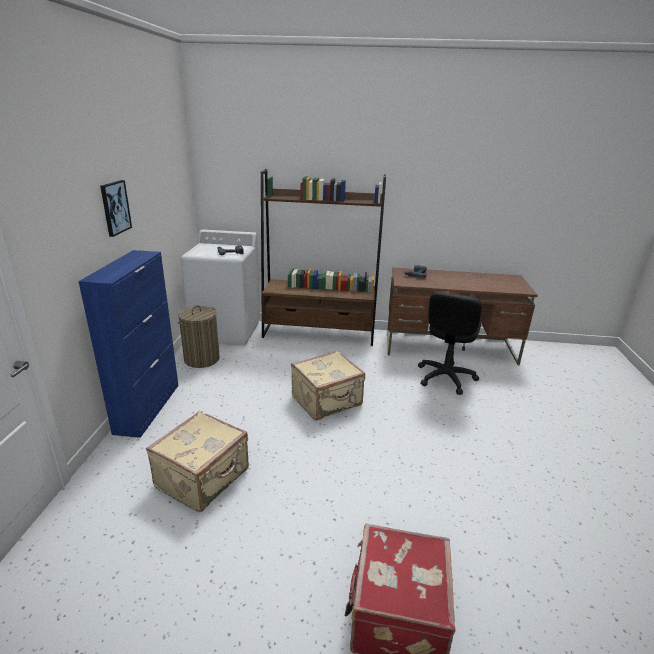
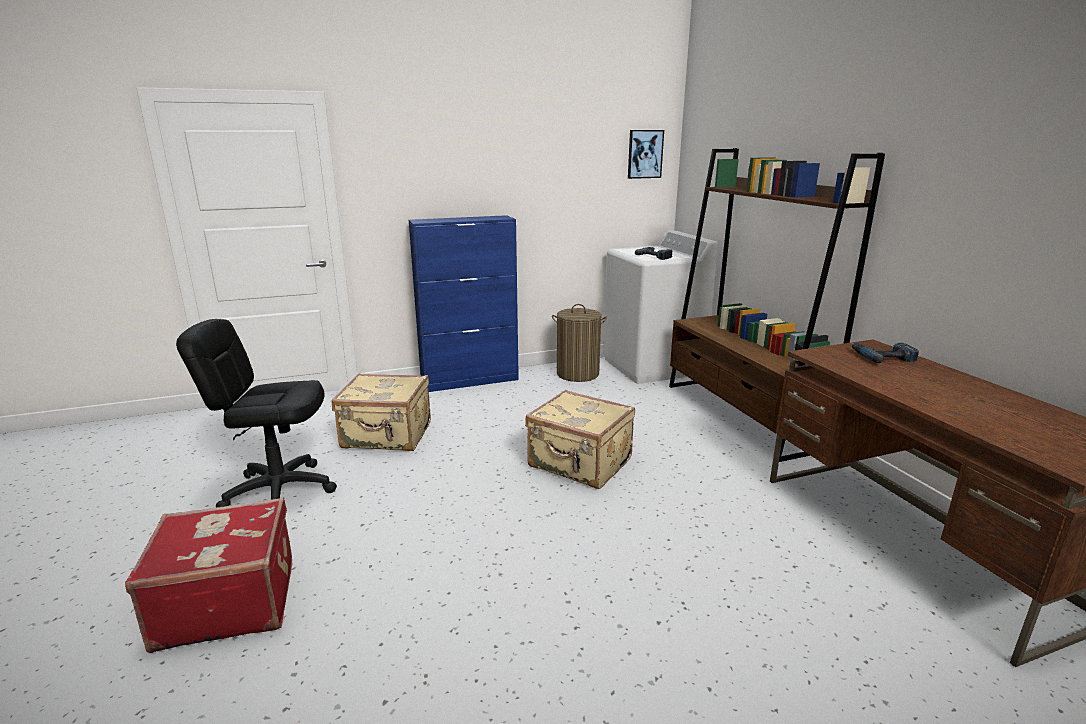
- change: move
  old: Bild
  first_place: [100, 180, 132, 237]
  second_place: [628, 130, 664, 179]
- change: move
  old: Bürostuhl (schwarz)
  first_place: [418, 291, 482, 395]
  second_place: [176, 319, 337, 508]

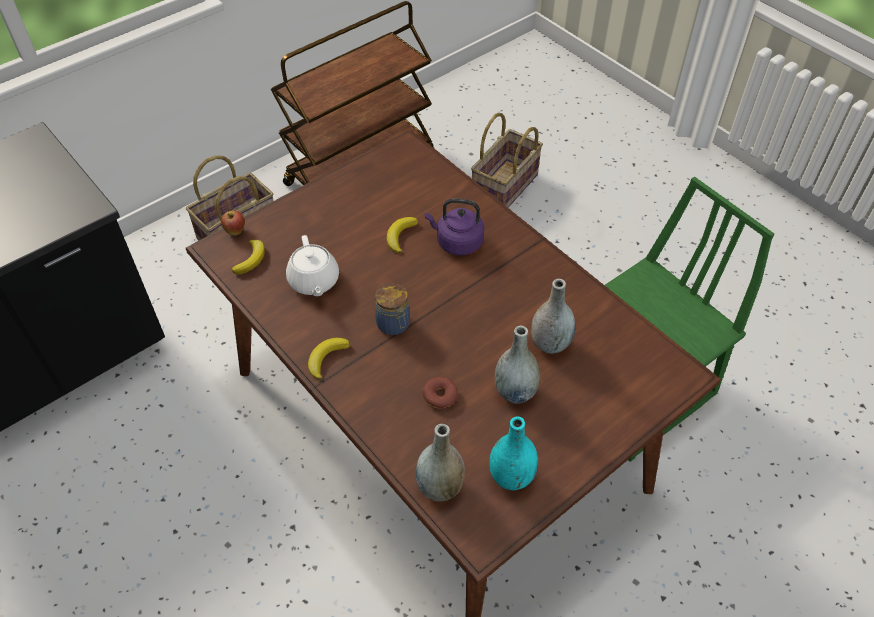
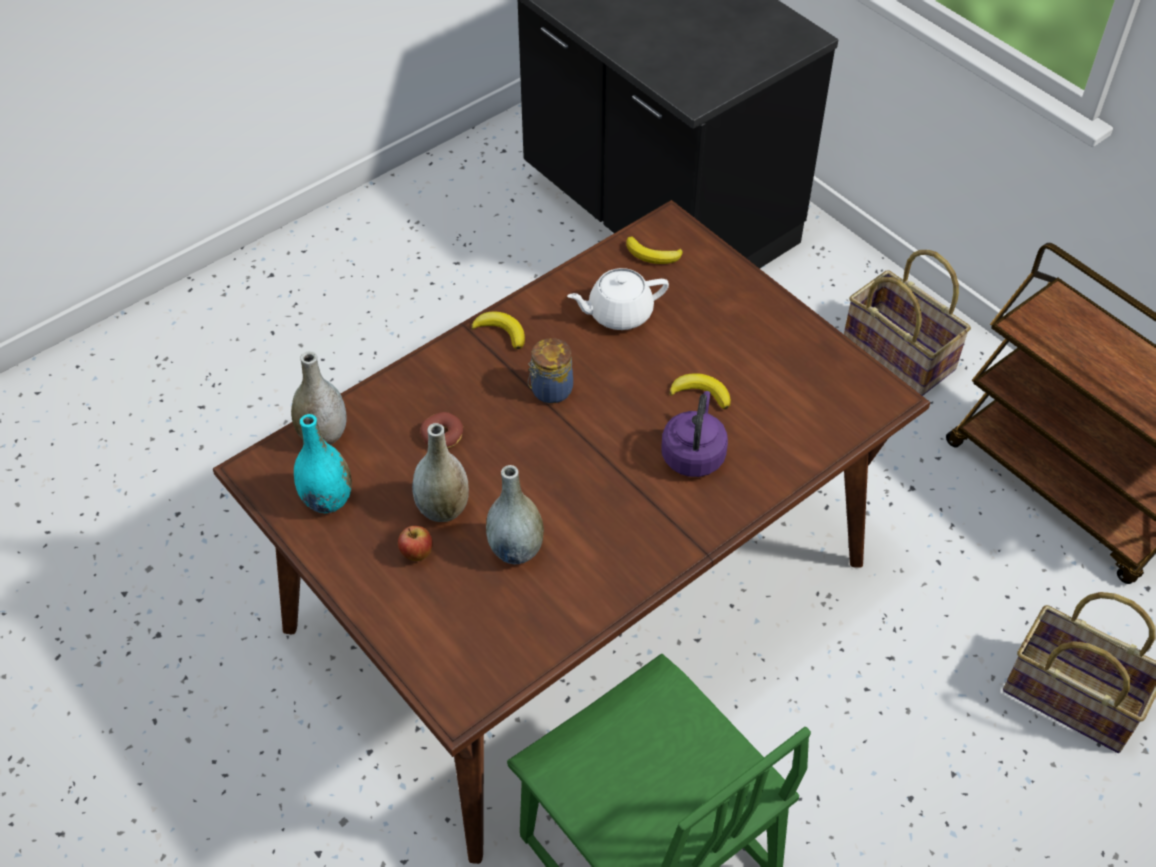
- change: move
  old: Apfel
  first_place: [221, 210, 245, 236]
  second_place: [398, 526, 433, 561]

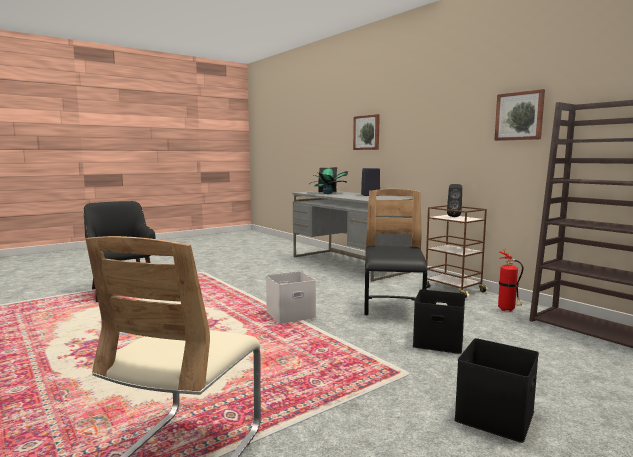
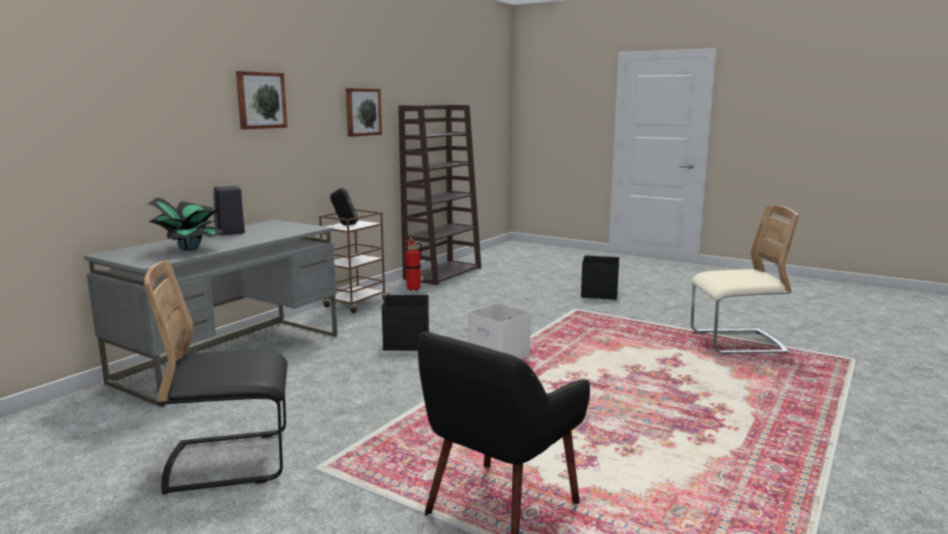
- change: move
  old: Bild
  first_place: [353, 114, 380, 150]
  second_place: [236, 71, 288, 129]
- change: move
  old: Stuhl (schwarz)
  first_place: [364, 189, 427, 315]
  second_place: [144, 260, 288, 495]
- change: move
  old: Aufbewahrungsbox (schwarz)
  first_place: [413, 289, 465, 354]
  second_place: [381, 295, 429, 351]

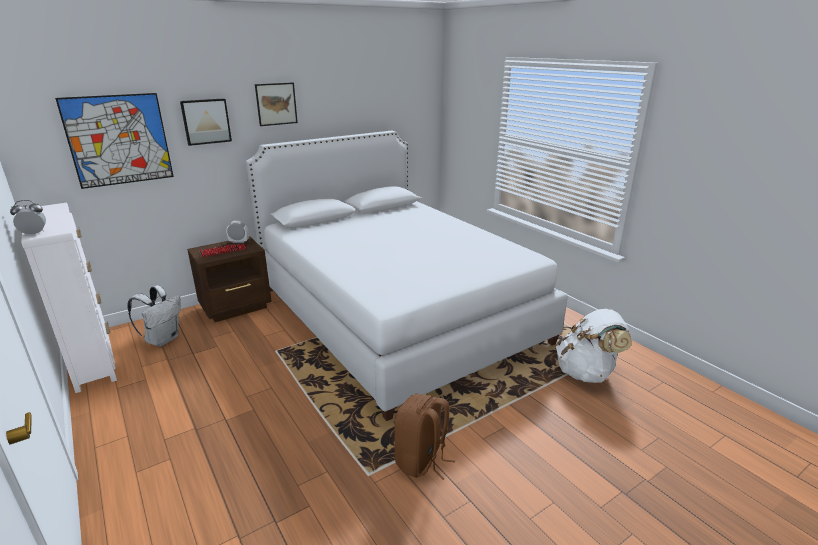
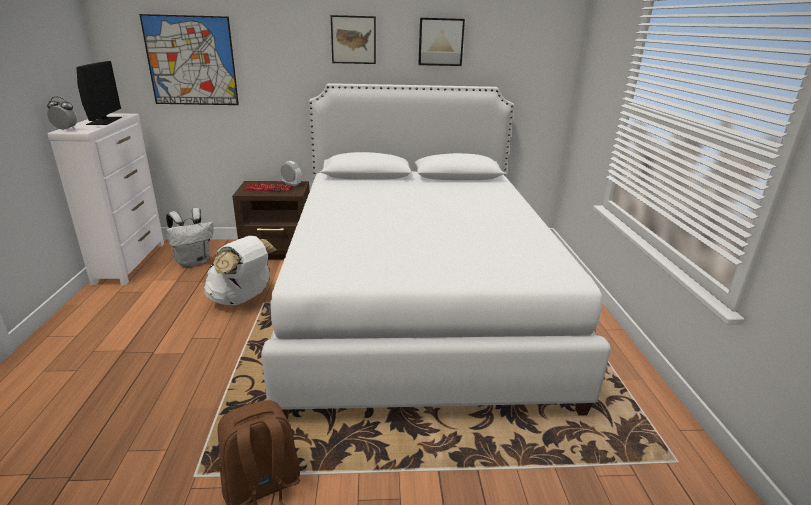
- change: move
  old: Bild
  first_place: [180, 98, 232, 146]
  second_place: [418, 18, 465, 66]
- change: move
  old: Rucksack (weiß)
  first_place: [556, 309, 632, 383]
  second_place: [204, 236, 276, 305]
- change: insert
  new: Monitor
  second_place: [76, 61, 122, 125]

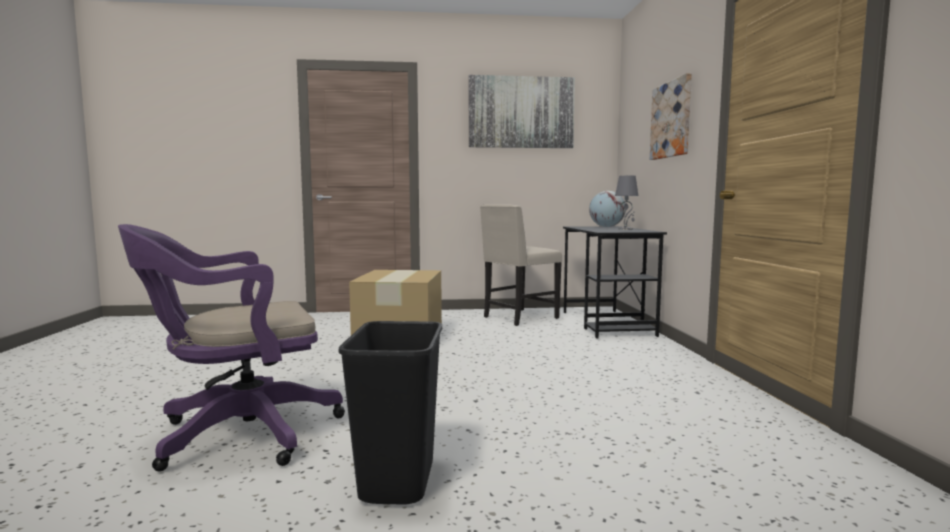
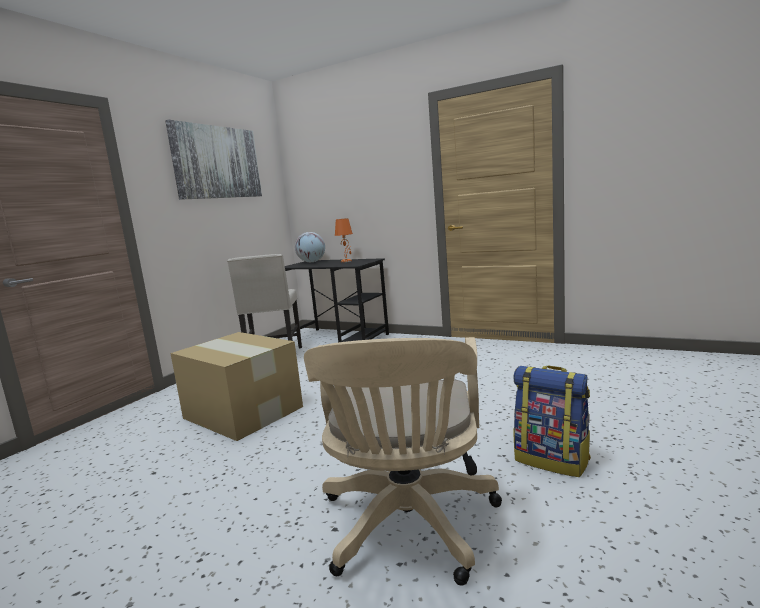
- change: delete
  old: Bild
  first_place: [650, 73, 692, 160]
- change: recolor
  old: Tischlampe (grau)
  new: Tischlampe (orange)
  first_place: [615, 176, 638, 230]
  second_place: [335, 218, 353, 262]
- change: recolor
  old: Bürostuhl (lila)
  new: Bürostuhl (beige)
  first_place: [118, 224, 345, 471]
  second_place: [304, 337, 502, 586]
- change: replace
  old: Mülleimer (schwarz)
  new: Rucksack
  first_place: [339, 321, 442, 505]
  second_place: [513, 366, 591, 477]

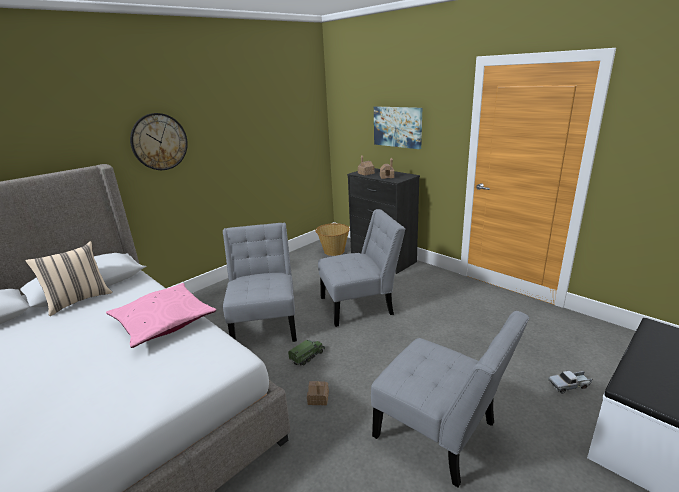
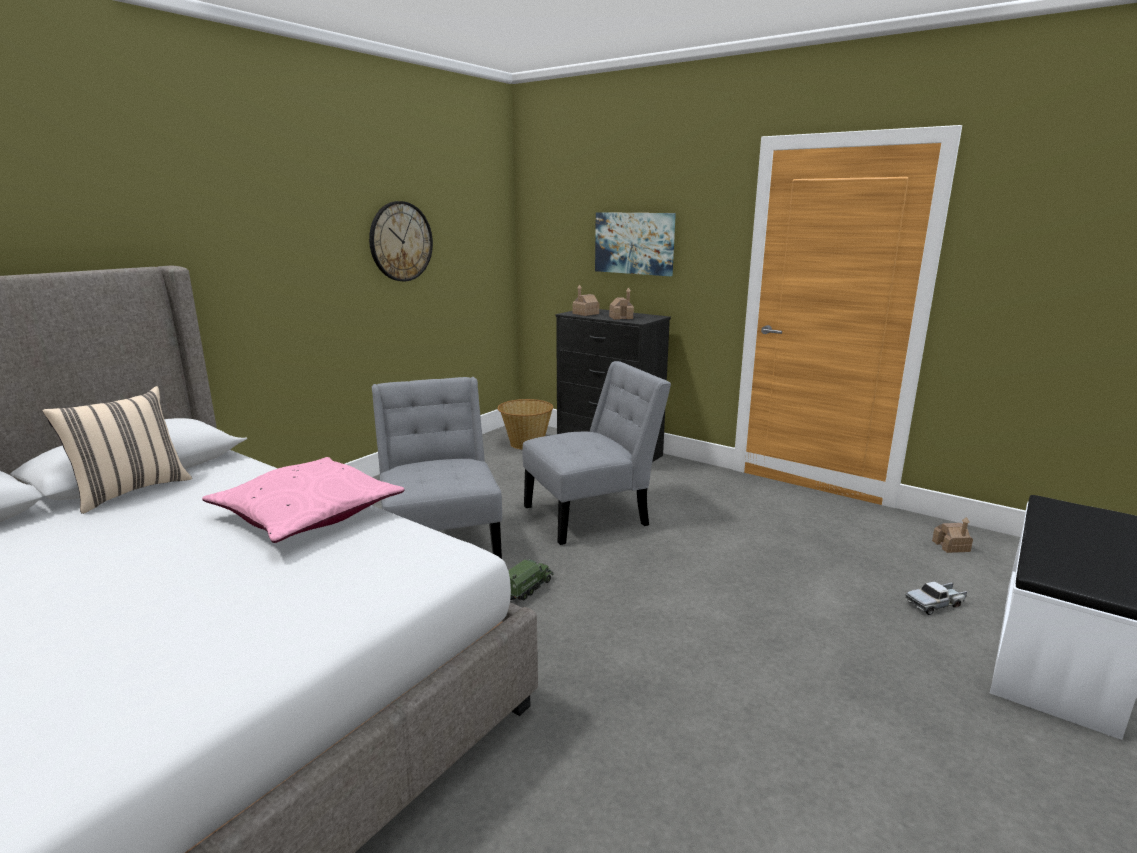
- change: move
  old: Wanduhr
  first_place: [130, 113, 188, 170]
  second_place: [369, 201, 433, 281]
- change: delete
  old: Stuhl (grau)
  first_place: [371, 311, 529, 488]
- change: move
  old: Spielzeughaus
  first_place: [307, 381, 329, 405]
  second_place: [932, 517, 973, 553]

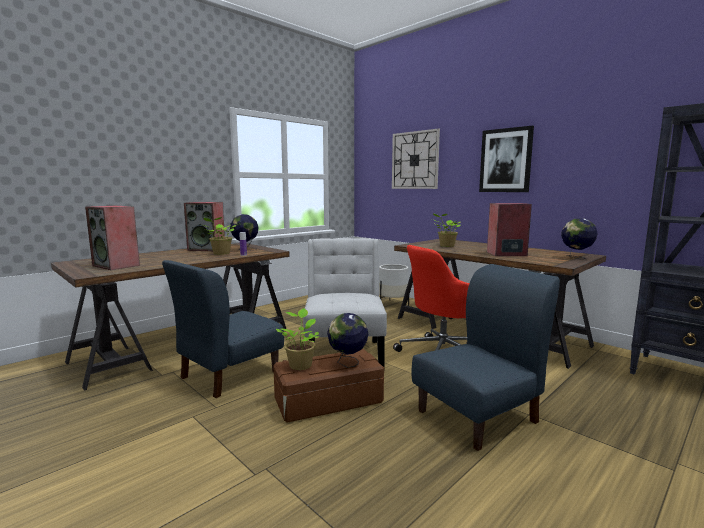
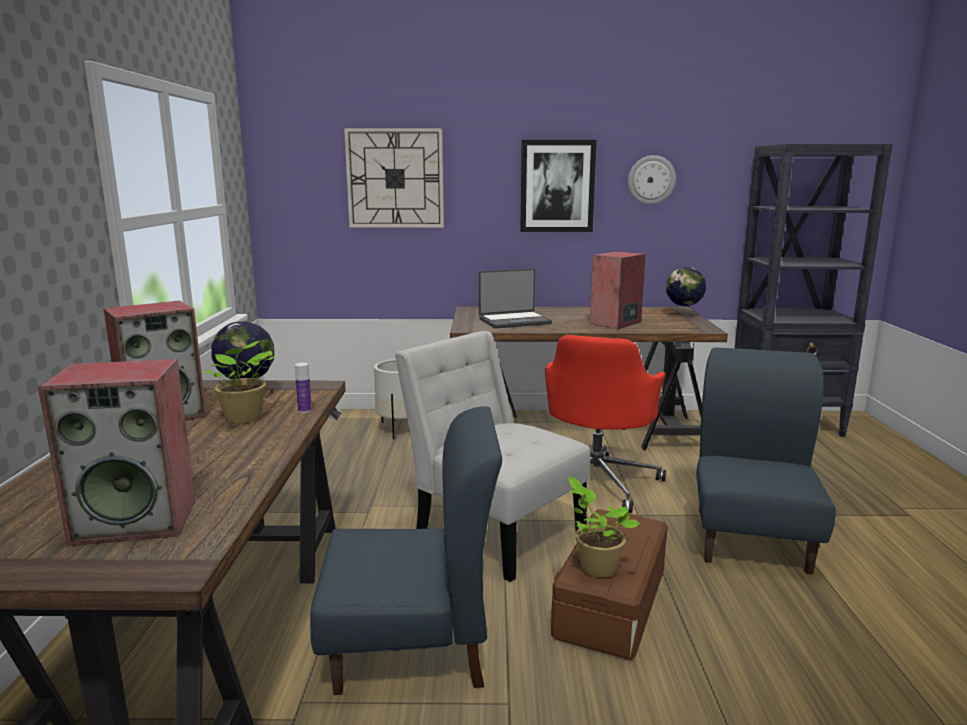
- change: replace
  old: Topfpflanze
  new: Laptop
  first_place: [432, 214, 460, 247]
  second_place: [479, 268, 552, 328]
- change: rotate
  old: Stuhl (blau)
  first_place: [162, 260, 284, 398]
  second_place: [310, 406, 502, 695]
  degrees: -90
- change: delete
  old: Globus
  first_place: [327, 313, 368, 368]
- change: insert
  new: Wanduhr
  second_place: [628, 155, 676, 205]

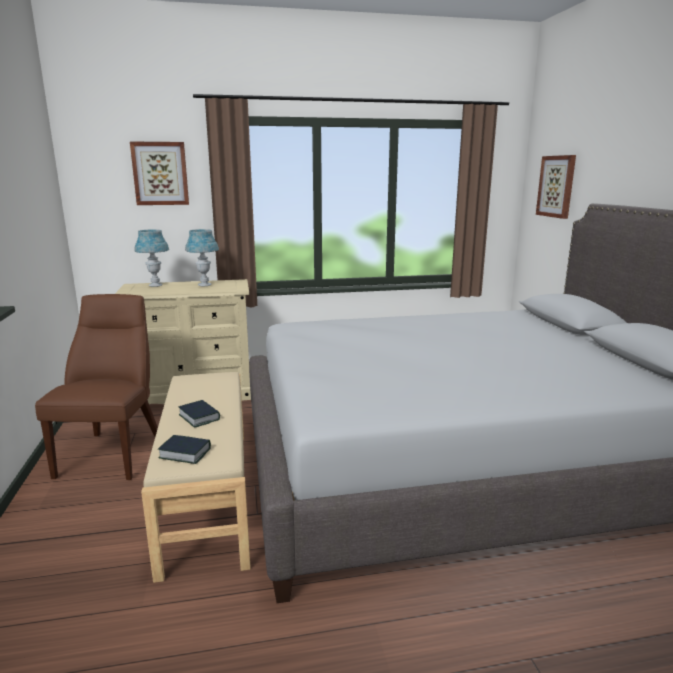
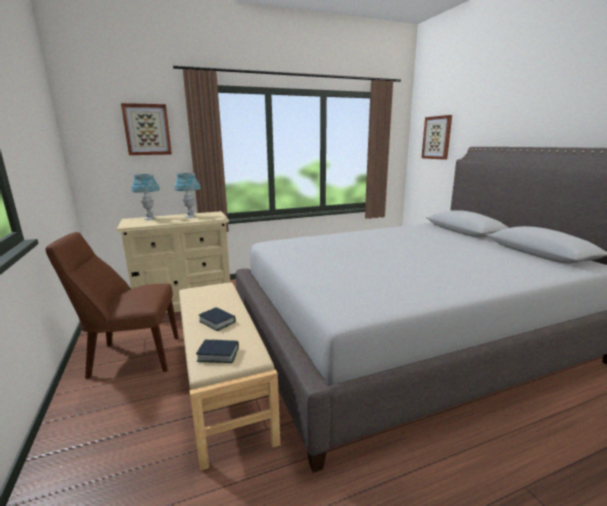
- change: rotate
  old: Stuhl (braun)
  first_place: [35, 294, 158, 480]
  second_place: [45, 232, 179, 379]
  degrees: -90

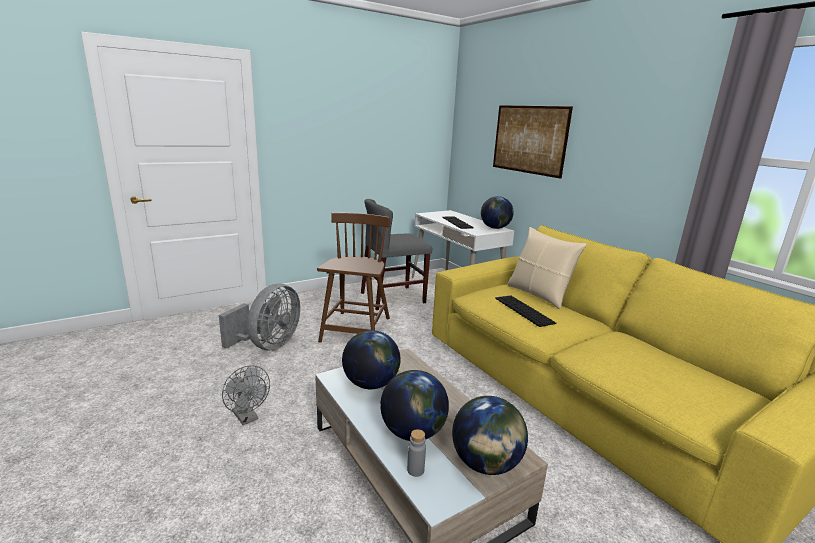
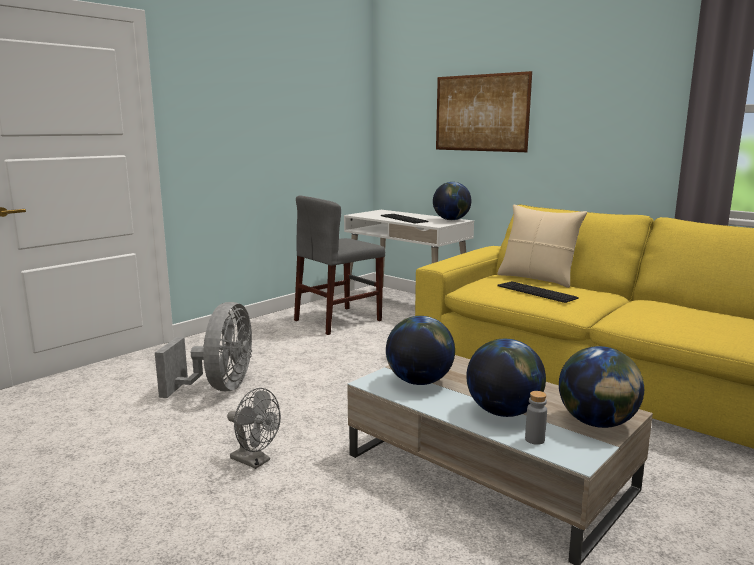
- change: delete
  old: Stuhl (braun)
  first_place: [317, 213, 390, 343]

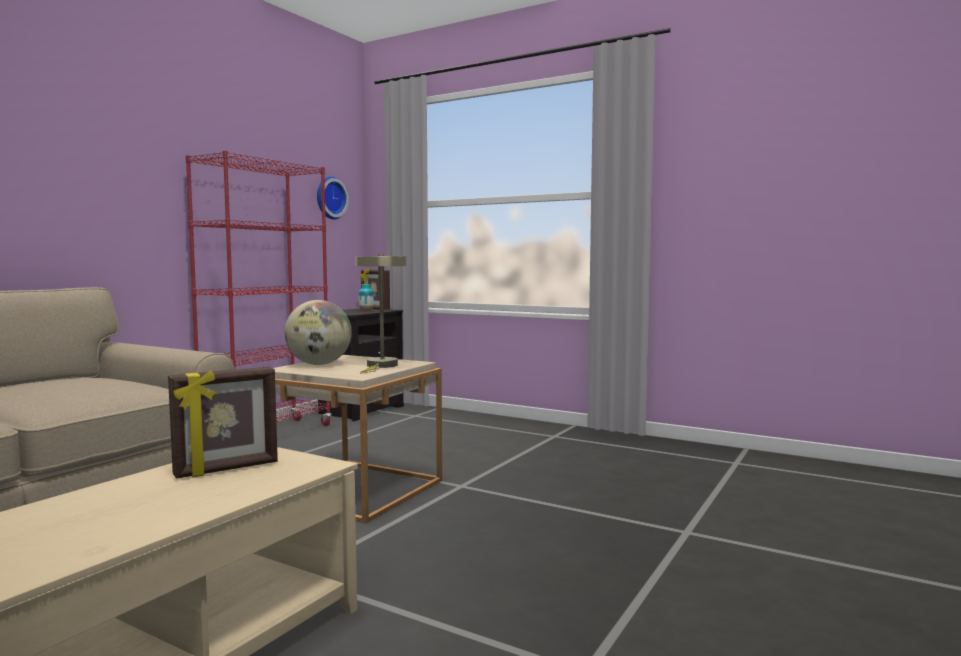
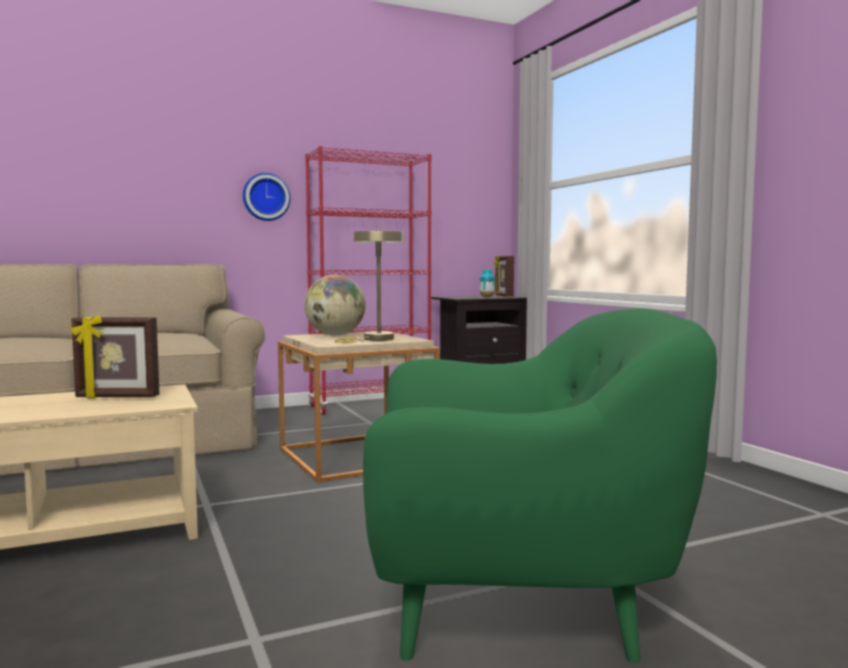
- change: move
  old: Wanduhr
  first_place: [317, 176, 349, 220]
  second_place: [243, 173, 290, 221]
- change: insert
  new: Sessel (grün)
  second_place: [363, 308, 717, 663]

